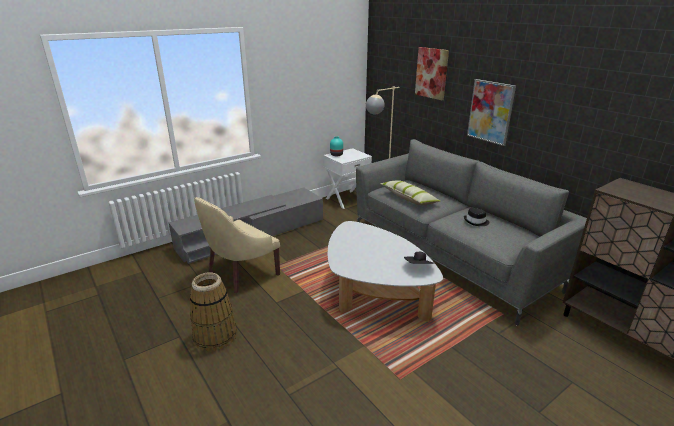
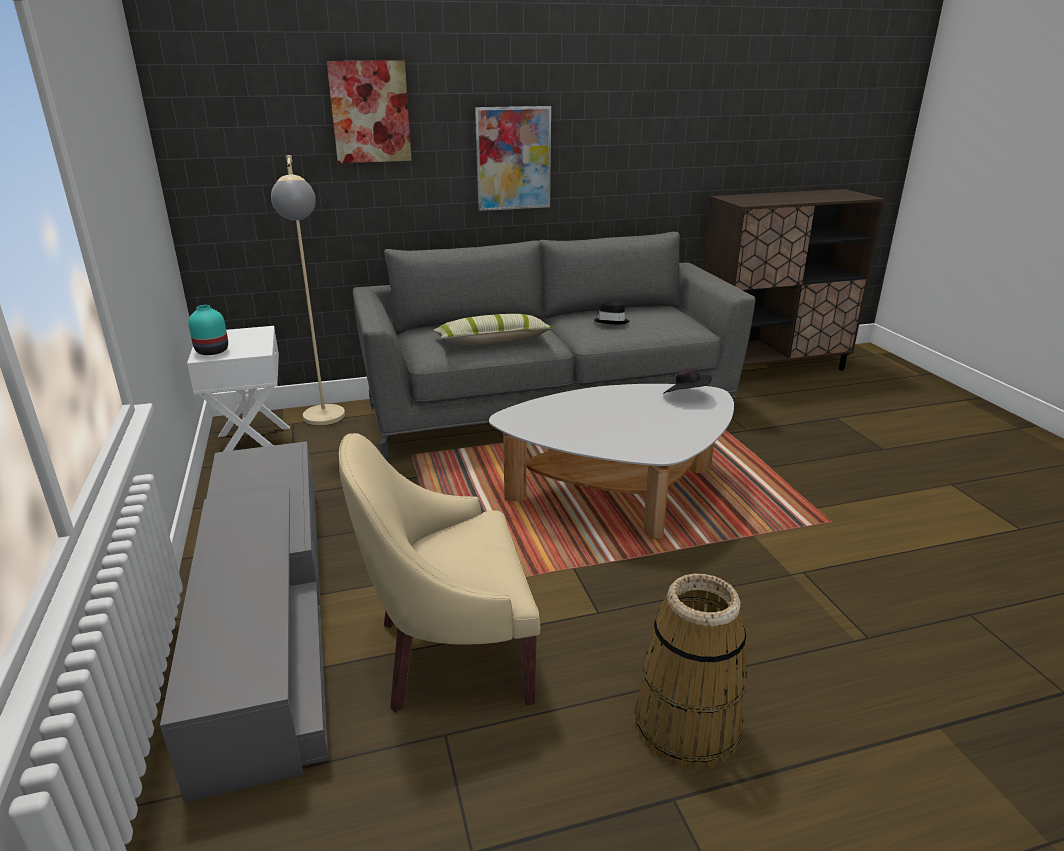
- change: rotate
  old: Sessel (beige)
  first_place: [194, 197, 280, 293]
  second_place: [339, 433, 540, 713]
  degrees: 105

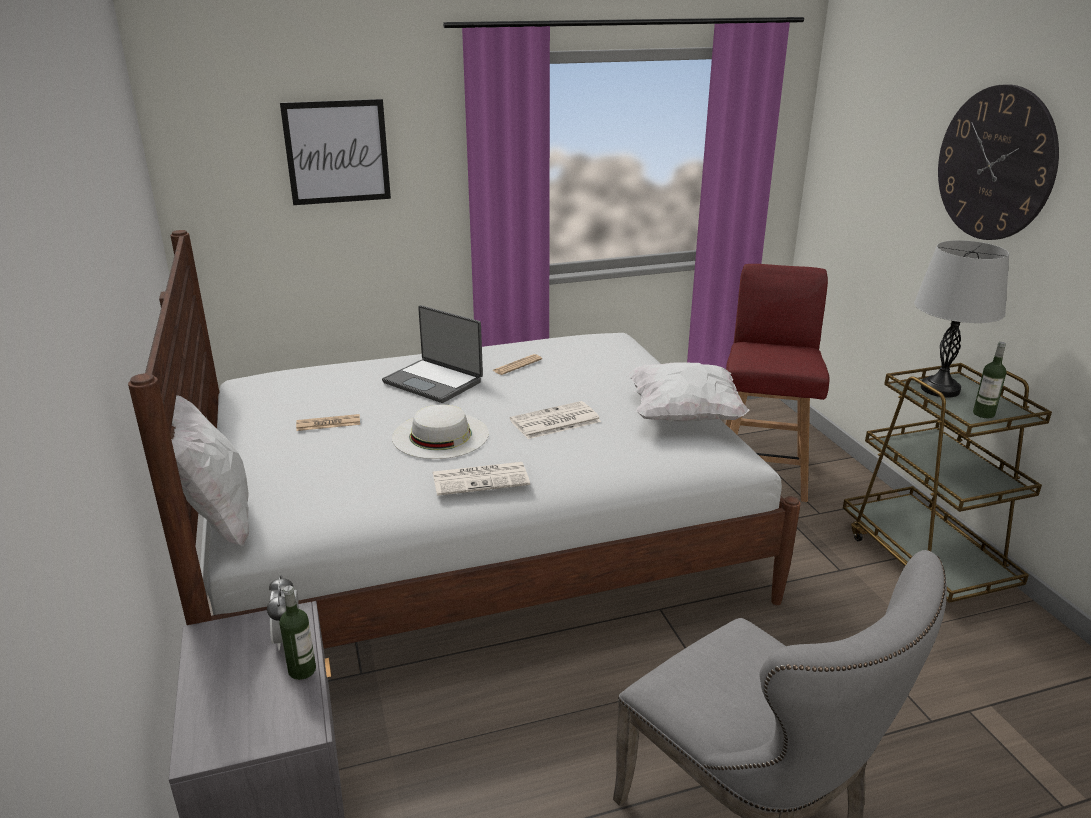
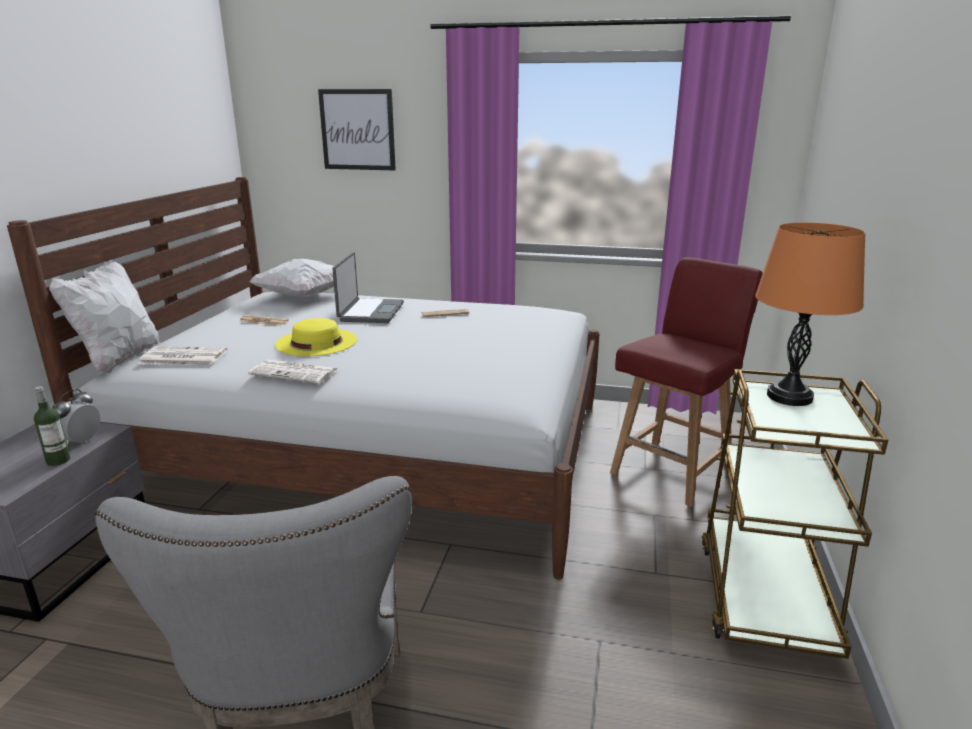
- change: delete
  old: Wanduhr
  first_place: [938, 85, 1059, 240]
- change: recolor
  old: Tischlampe (grau)
  new: Tischlampe (orange)
  first_place: [914, 240, 1009, 398]
  second_place: [755, 223, 865, 406]
- change: rotate
  old: Laptop
  first_place: [382, 305, 483, 403]
  second_place: [333, 252, 404, 323]
  degrees: -150
- change: delete
  old: Flasche
  first_place: [973, 342, 1006, 418]
- change: move
  old: Kissen (weiß)
  first_place: [629, 363, 749, 422]
  second_place: [249, 259, 334, 297]
- change: move
  old: Zeitung
  first_place: [510, 401, 601, 439]
  second_place: [138, 346, 228, 365]
- change: recolor
  old: Hut (weiß)
  new: Hut (gelb)
  first_place: [392, 405, 489, 459]
  second_place: [275, 318, 357, 356]

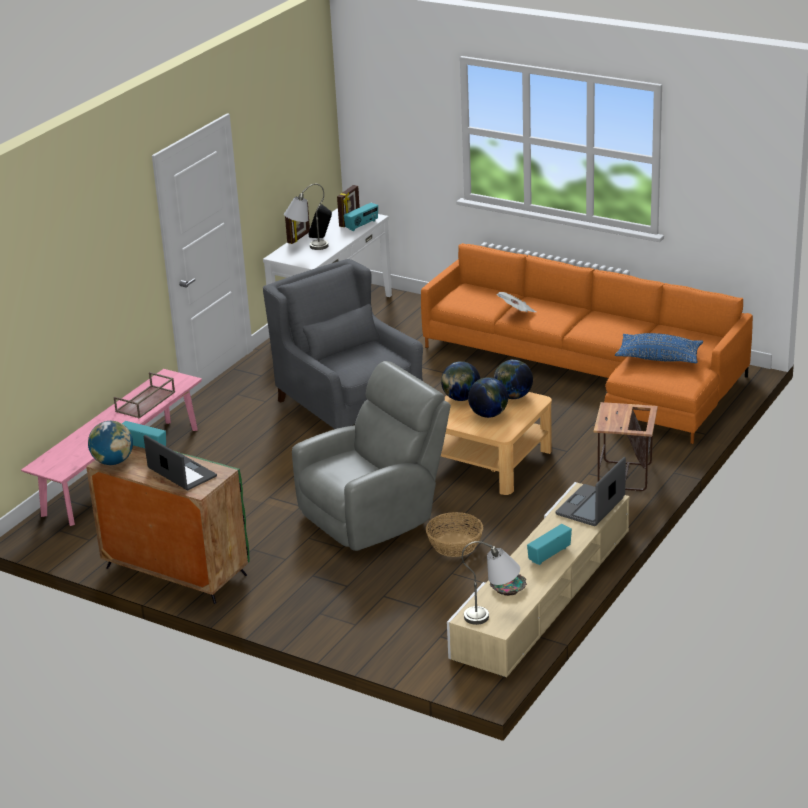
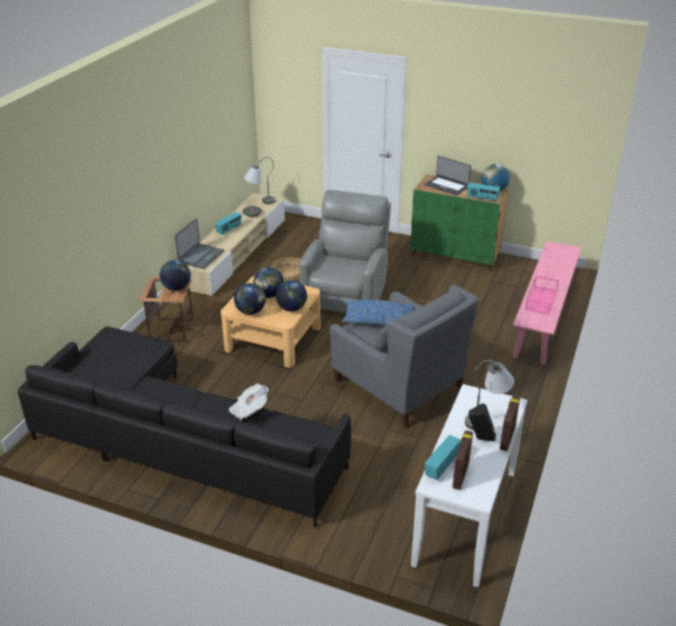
- change: recolor
  old: Sofa (orange)
  new: Sofa (schwarz)
  first_place: [421, 243, 753, 444]
  second_place: [17, 327, 351, 528]
- change: move
  old: Kissen (blau)
  first_place: [615, 333, 703, 363]
  second_place: [342, 300, 415, 325]
- change: rotate
  old: Sessel (grau)
  first_place: [292, 361, 451, 551]
  second_place: [299, 190, 391, 313]
  degrees: 150
- change: recolor
  old: Tablett (braun)
  new: Tablett (rosa)
  first_place: [114, 372, 175, 418]
  second_place: [525, 276, 559, 315]
- change: insert
  new: Globus
  second_place: [160, 260, 191, 291]

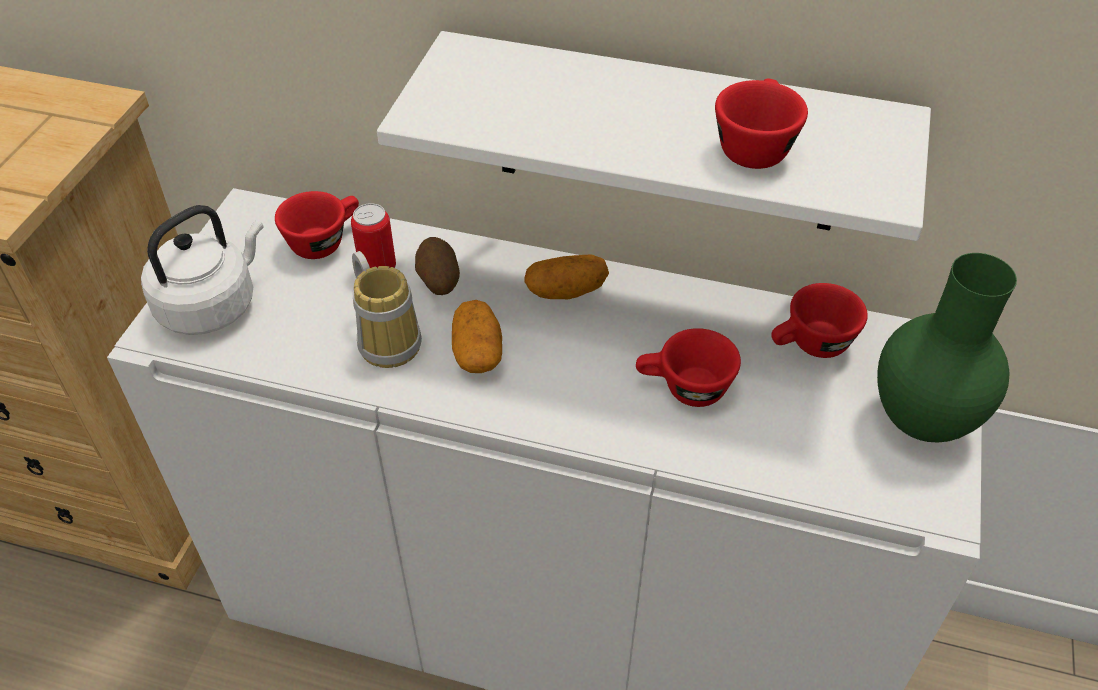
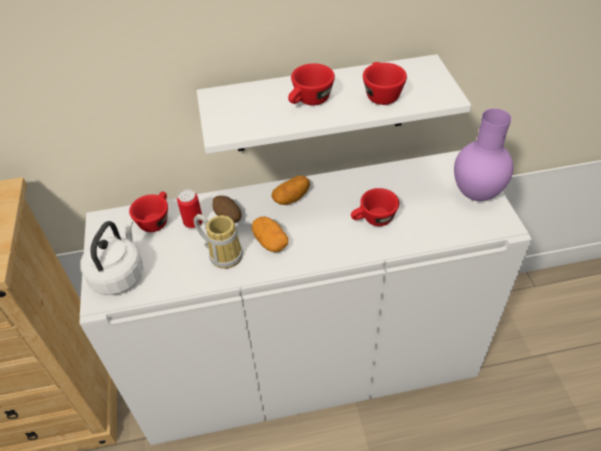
- change: recolor
  old: Vase (grün)
  new: Vase (lila)
  first_place: [877, 253, 1017, 442]
  second_place: [454, 108, 514, 201]
- change: move
  old: Tasse (rot)
  first_place: [771, 283, 868, 358]
  second_place: [288, 63, 335, 105]

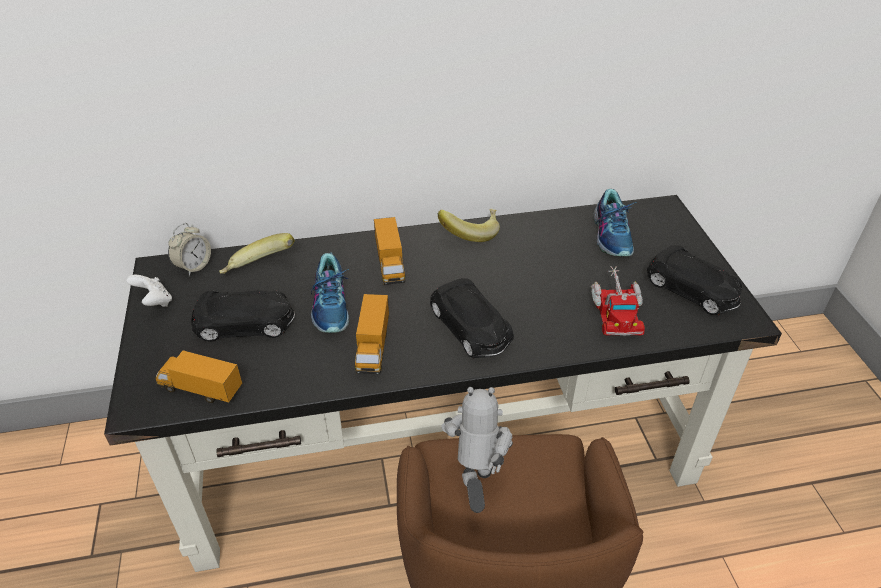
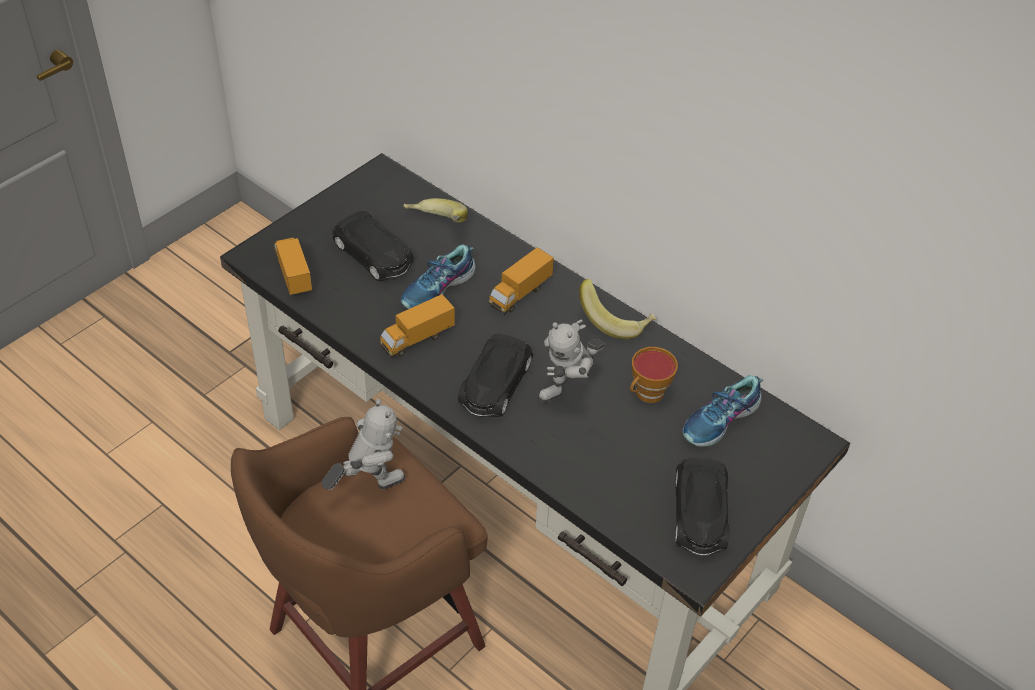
- change: delete
  old: Wecker
  first_place: [168, 223, 211, 276]
- change: delete
  old: Spielzeuglaster
  first_place: [591, 266, 645, 336]
- change: delete
  old: Gamepad (weiß)
  first_place: [126, 274, 172, 307]
- change: insert
  new: Spielzeugroboter
  second_place: [538, 319, 605, 403]
- change: insert
  new: Tasse
  second_place: [630, 347, 678, 403]

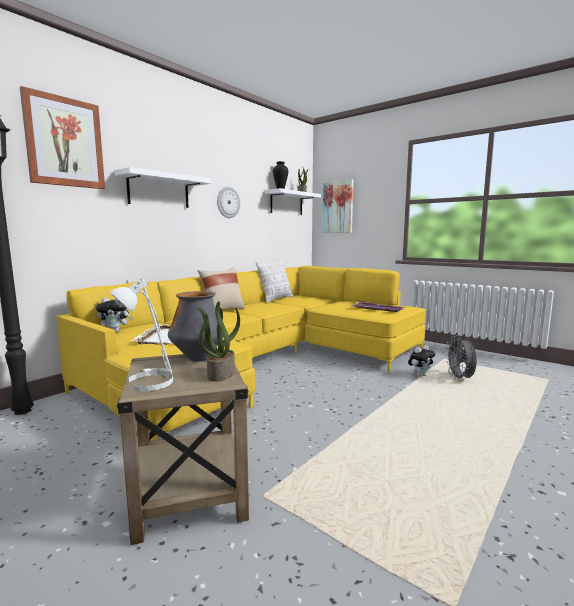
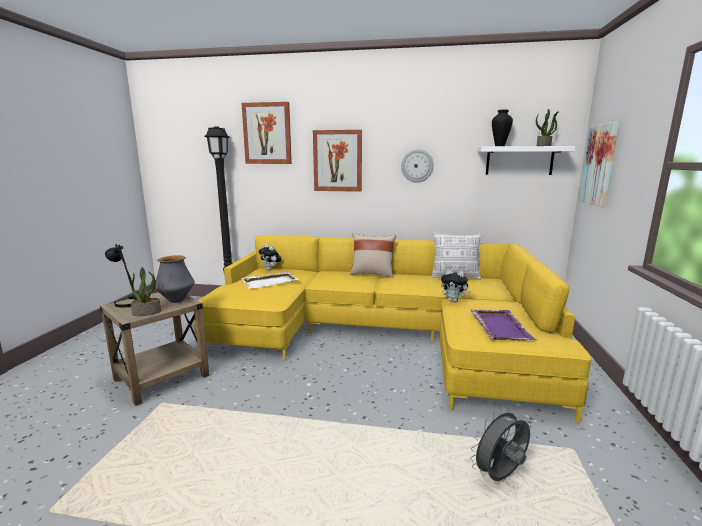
- change: replace
  old: Wandregal (weiß)
  new: Bild
  first_place: [114, 167, 211, 208]
  second_place: [313, 130, 362, 192]
- change: recolor
  old: Tischlampe (weiß)
  new: Tischlampe (schwarz)
  first_place: [110, 278, 173, 391]
  second_place: [105, 244, 148, 307]
- change: move
  old: Plüschtier
  first_place: [408, 345, 435, 377]
  second_place: [441, 269, 471, 302]

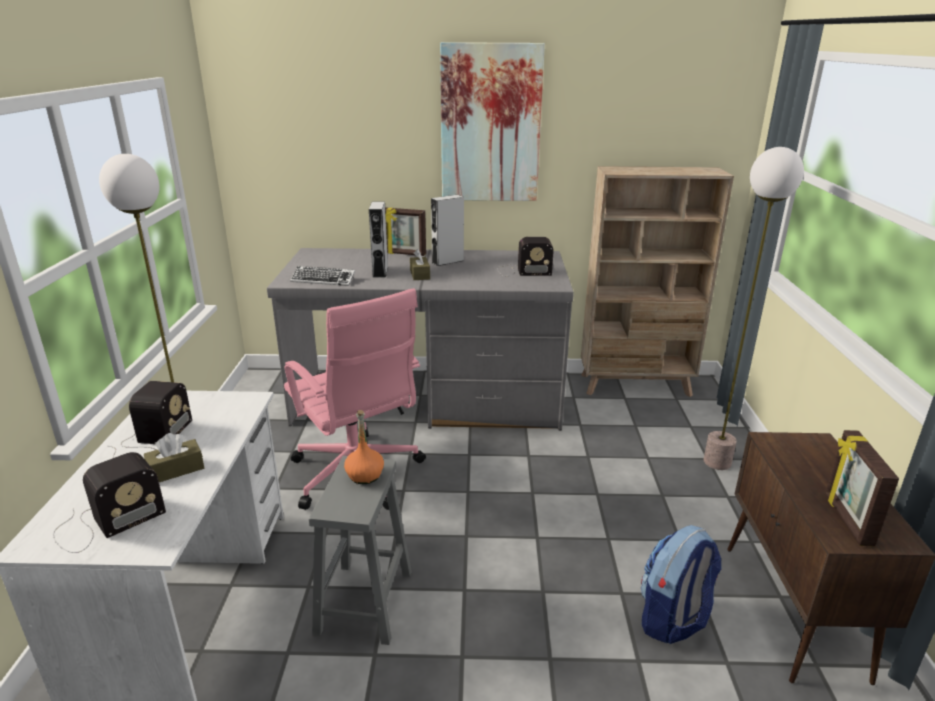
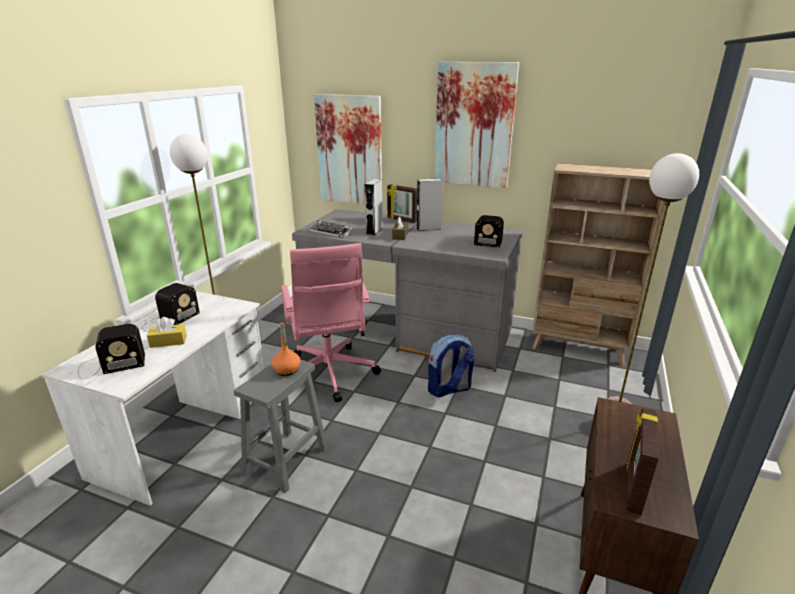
- change: recolor
  old: Taschentuchbox (braun)
  new: Taschentuchbox (gelb)
  first_place: [144, 433, 204, 482]
  second_place: [147, 317, 187, 348]
- change: move
  old: Rucksack
  first_place: [641, 525, 721, 644]
  second_place: [428, 334, 474, 398]
- change: insert
  new: Bild
  second_place: [314, 94, 382, 204]

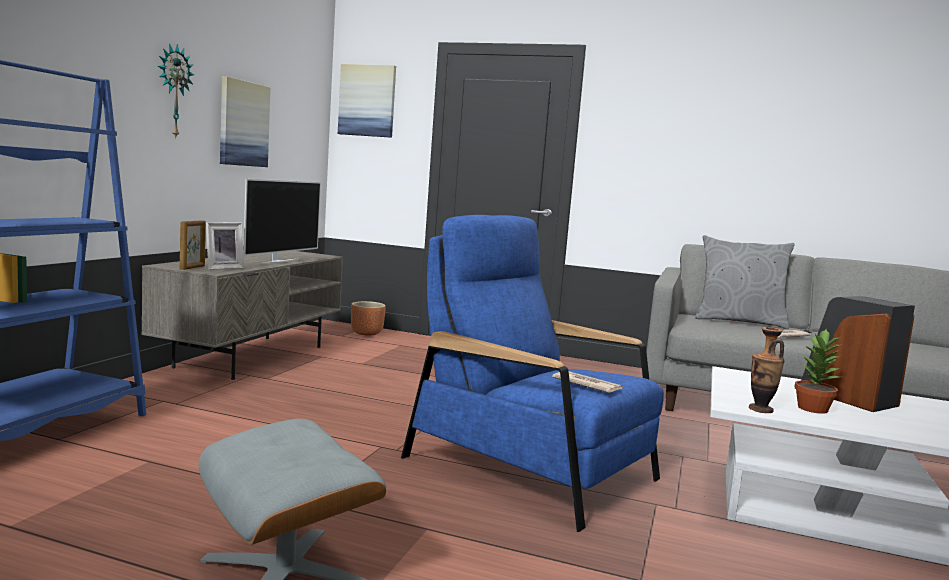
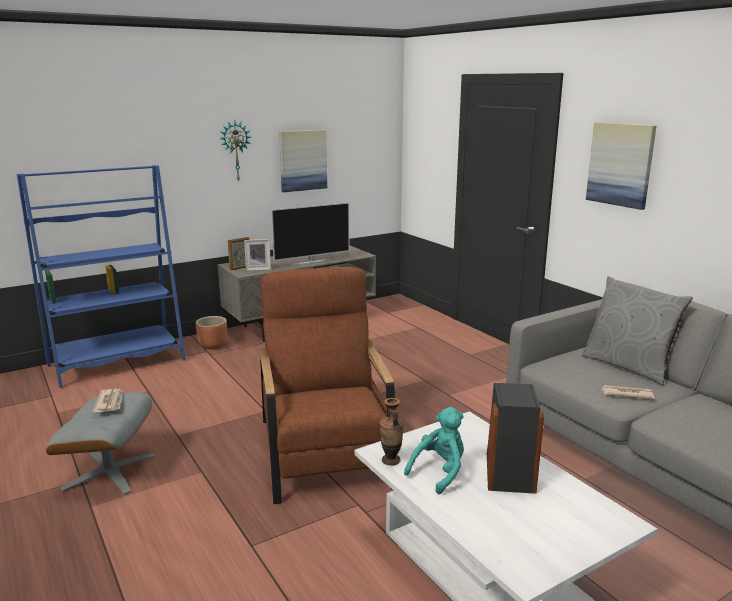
- change: move
  old: Bild
  first_place: [338, 64, 396, 138]
  second_place: [586, 122, 656, 210]
- change: recolor
  old: Sessel (blau)
  new: Sessel (braun)
  first_place: [401, 215, 664, 532]
  second_place: [260, 267, 395, 504]
- change: move
  old: Pflanzkübel (braun)
  first_place: [351, 301, 386, 336]
  second_place: [196, 316, 227, 349]
- change: replace
  old: Topfpflanze
  new: Plüschtier (türkis)
  first_place: [795, 330, 840, 414]
  second_place: [404, 407, 464, 494]
- change: move
  old: Zeitung
  first_place: [552, 371, 623, 393]
  second_place: [93, 389, 123, 412]

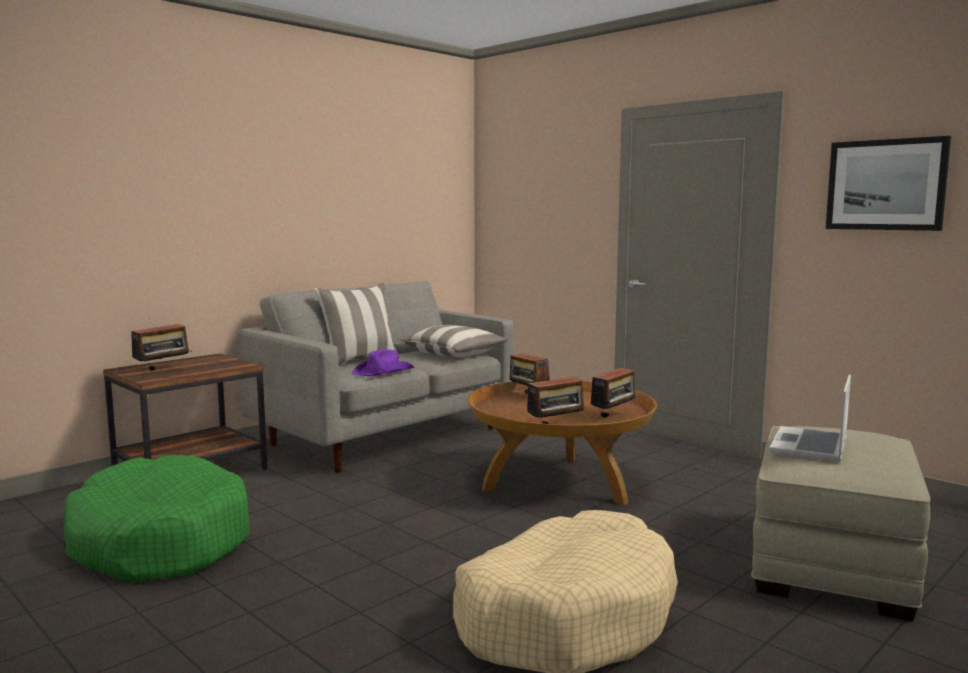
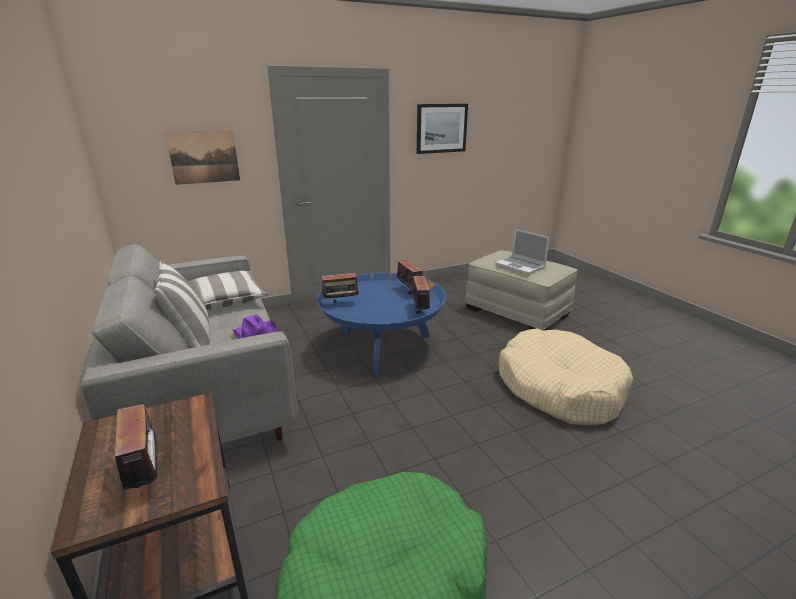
- change: recolor
  old: Couchtisch (braun)
  new: Couchtisch (blau)
  first_place: [468, 379, 657, 505]
  second_place: [317, 272, 446, 376]
- change: insert
  new: Bild
  second_place: [165, 130, 240, 185]

